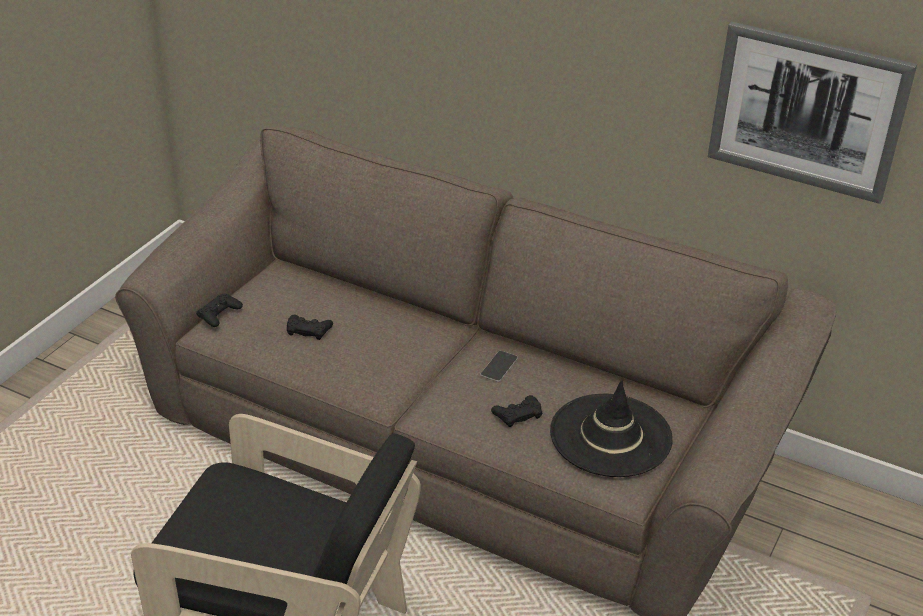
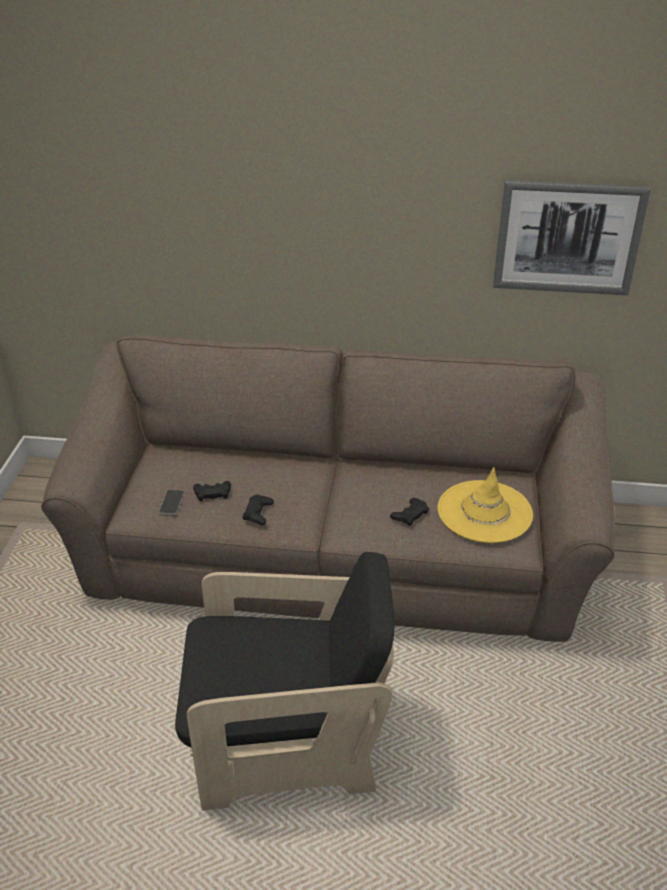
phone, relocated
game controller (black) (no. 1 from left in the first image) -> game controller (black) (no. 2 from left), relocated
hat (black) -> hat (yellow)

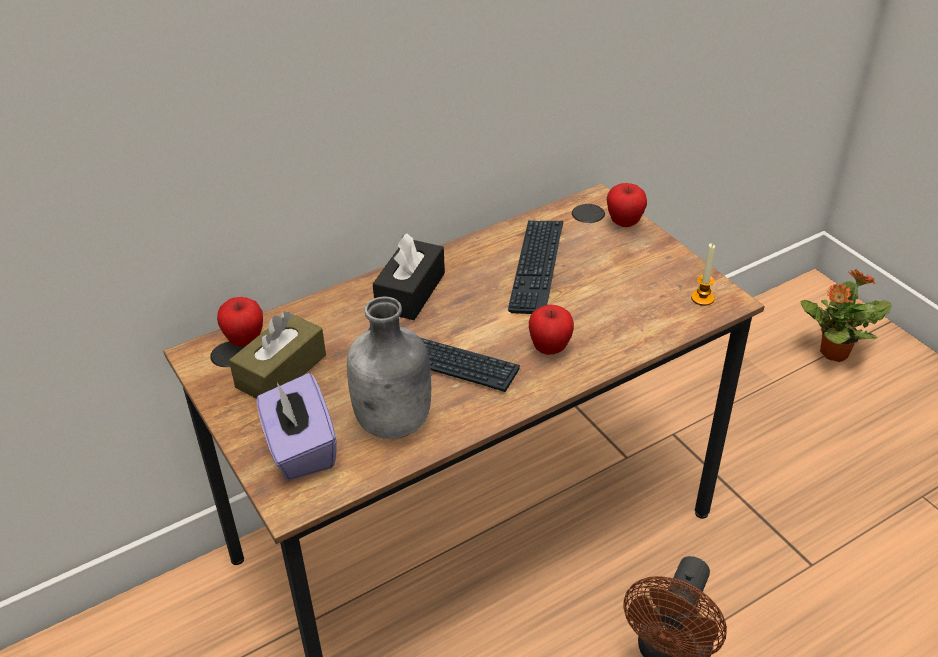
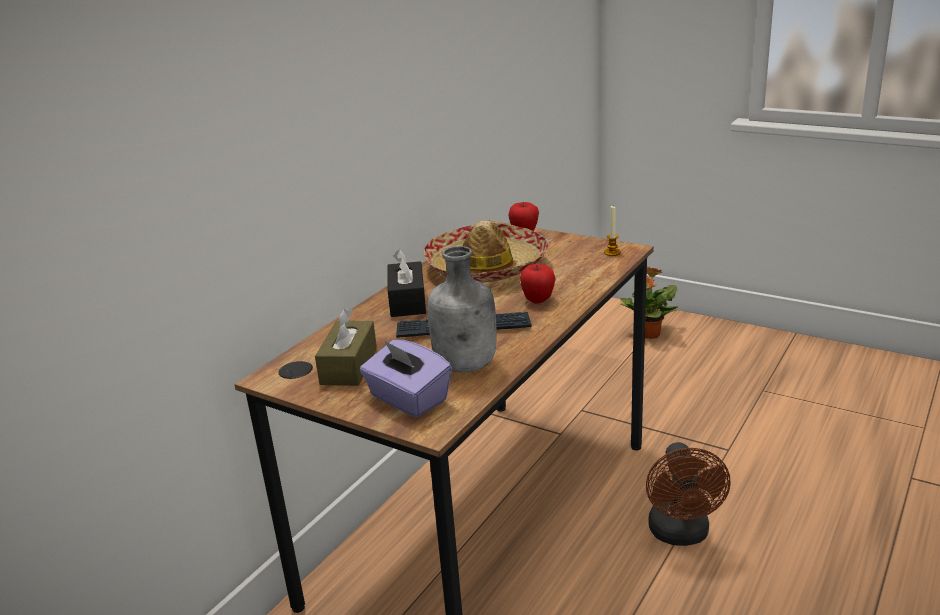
keyboard (no. 2 from left) -> hat
apple (no. 1 from left) -> none

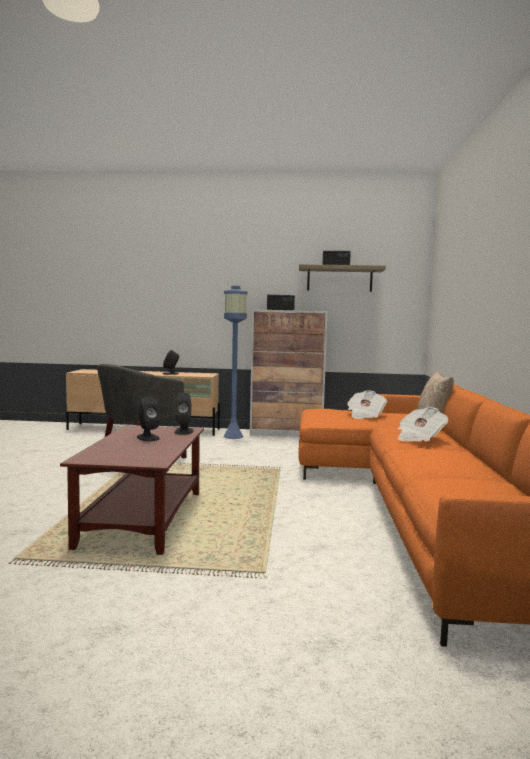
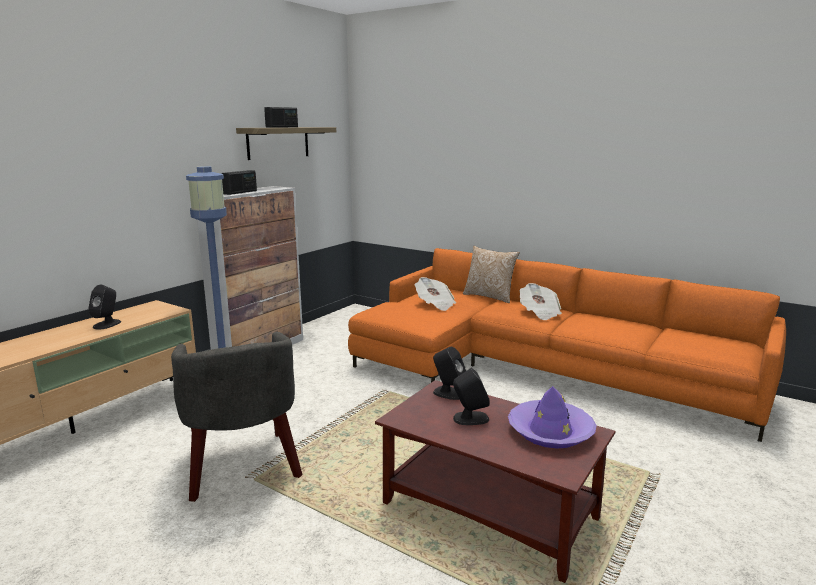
none -> hat (purple)

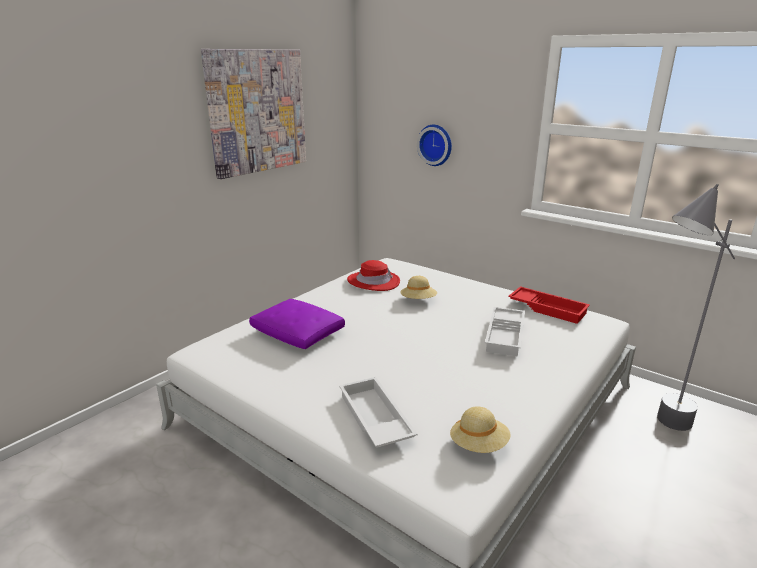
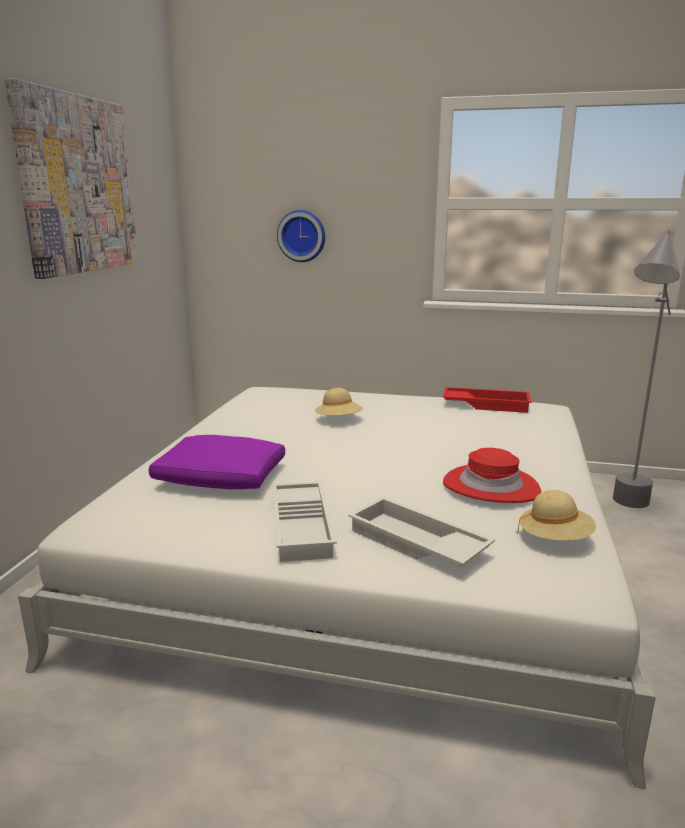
tray (white) (no. 2 from left in the first image) -> tray (white) (no. 1 from left), relocated
hat (red), relocated

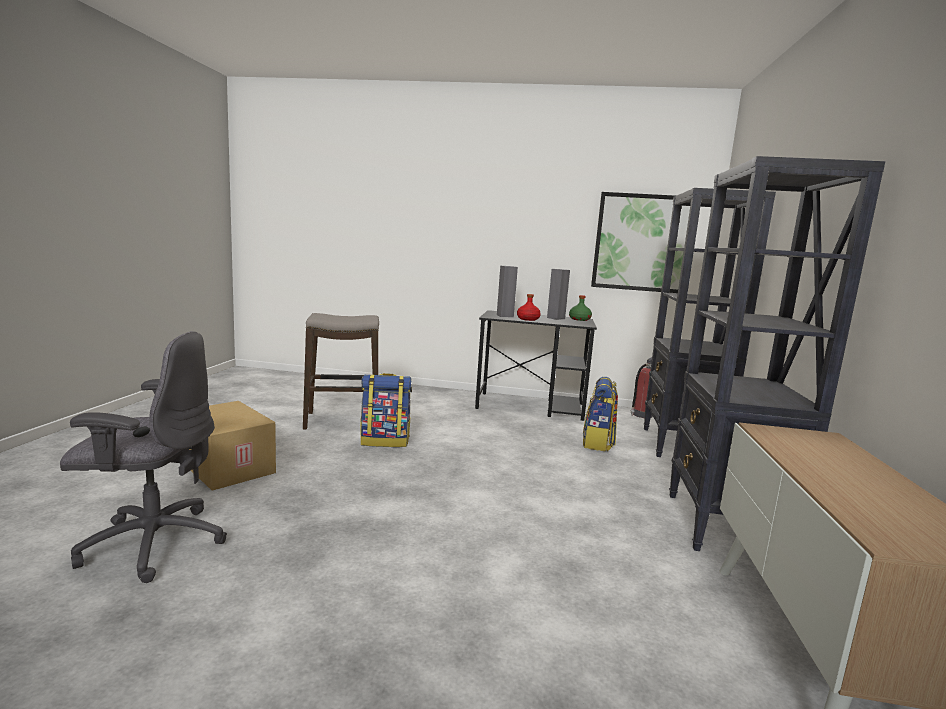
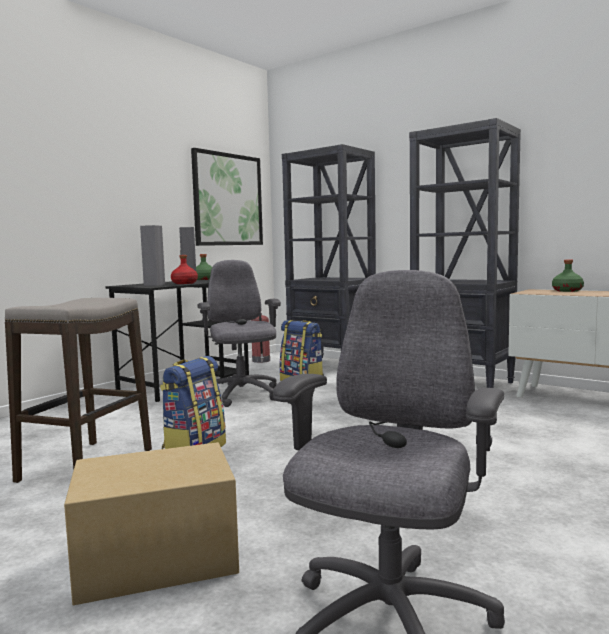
none -> office chair (grey) (no. 1 from left)
none -> bottle (green) (no. 2 from left)

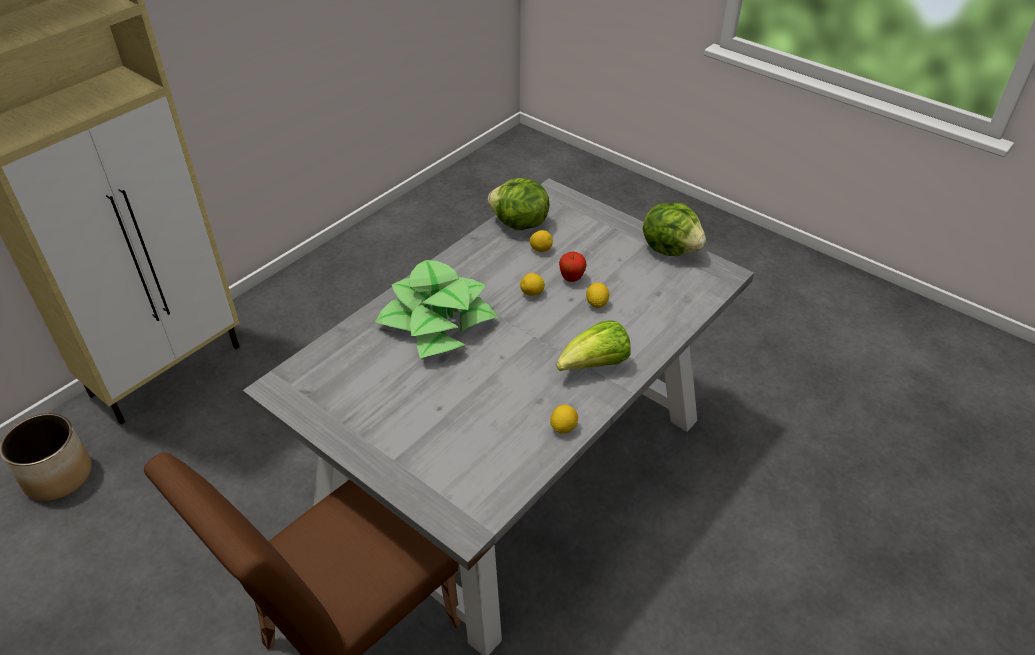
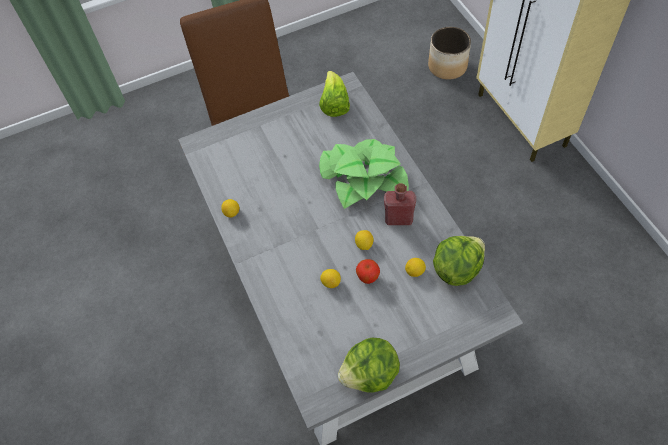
lettuce (no. 2 from left in the first image) -> lettuce (no. 1 from left), relocated
none -> bottle (red)

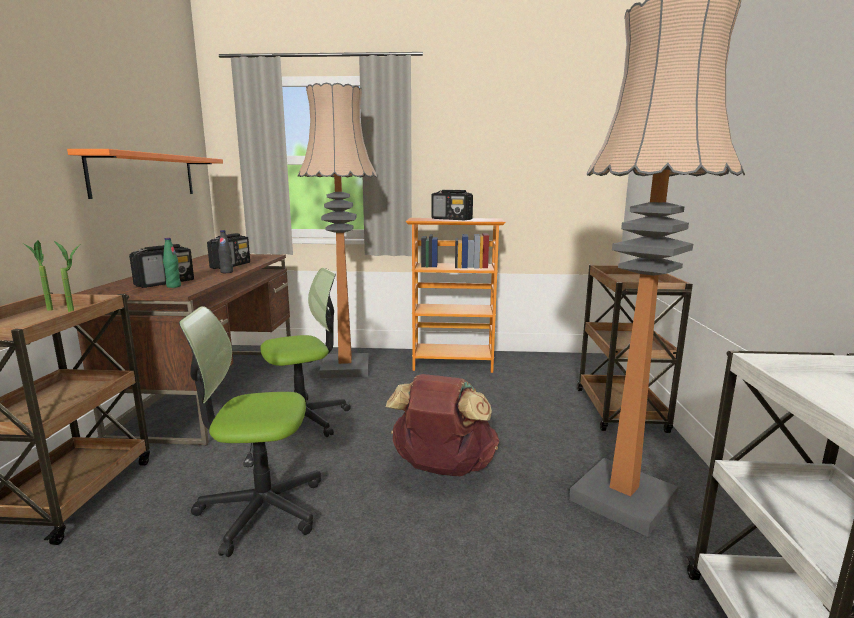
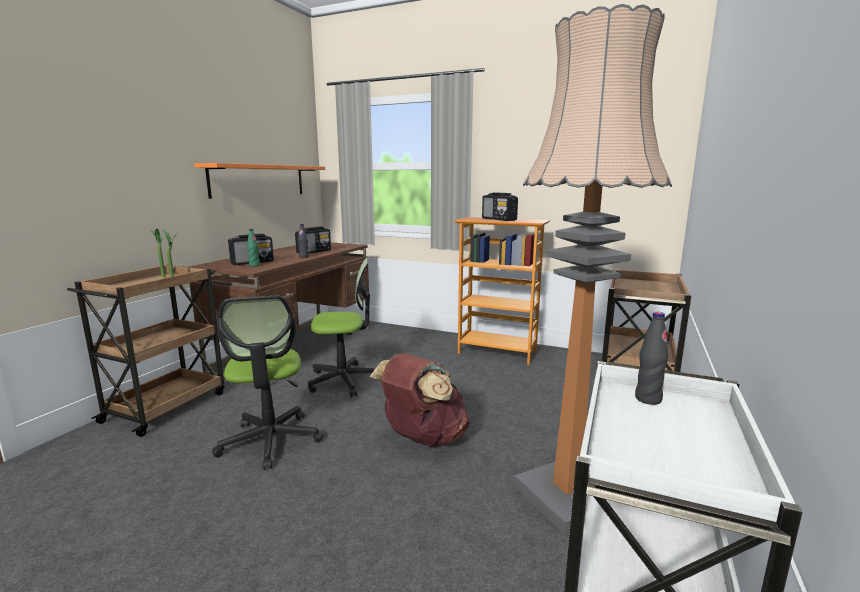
office chair (no. 1 from left), 120 degrees counterclockwise
none -> bottle (black) (no. 2 from left)
floor lamp (no. 1 from left) -> none

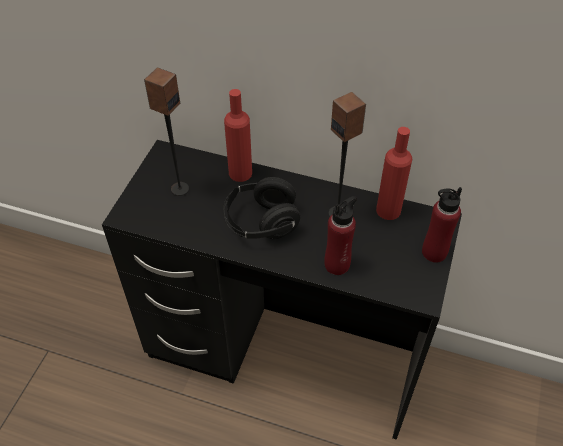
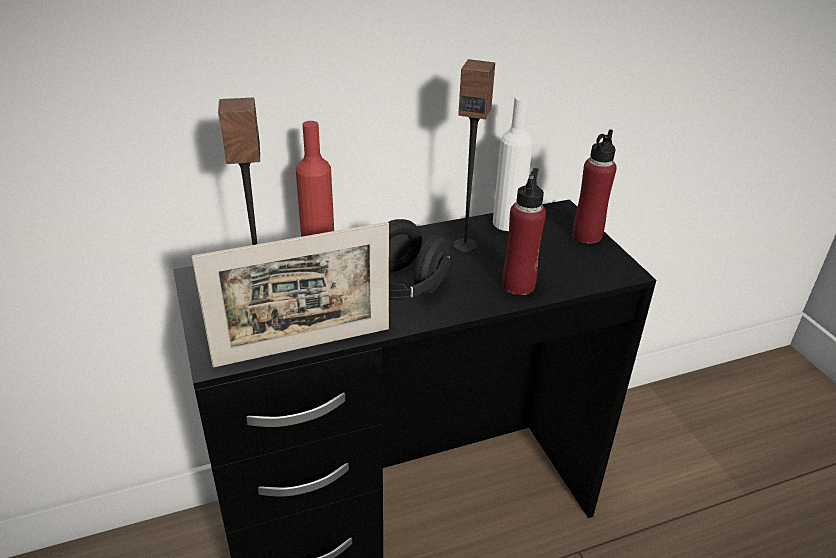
none -> picture frame
bottle (red) (no. 3 from left) -> bottle (white)

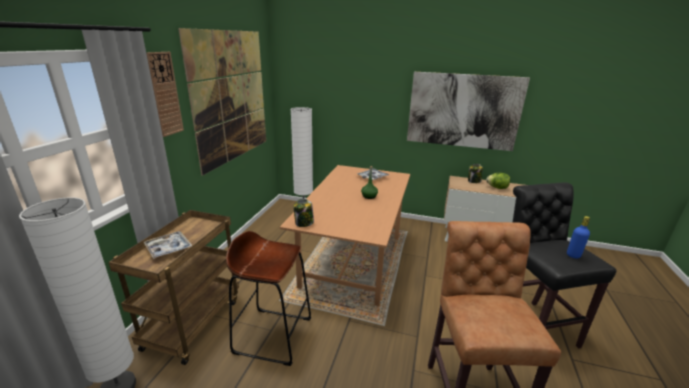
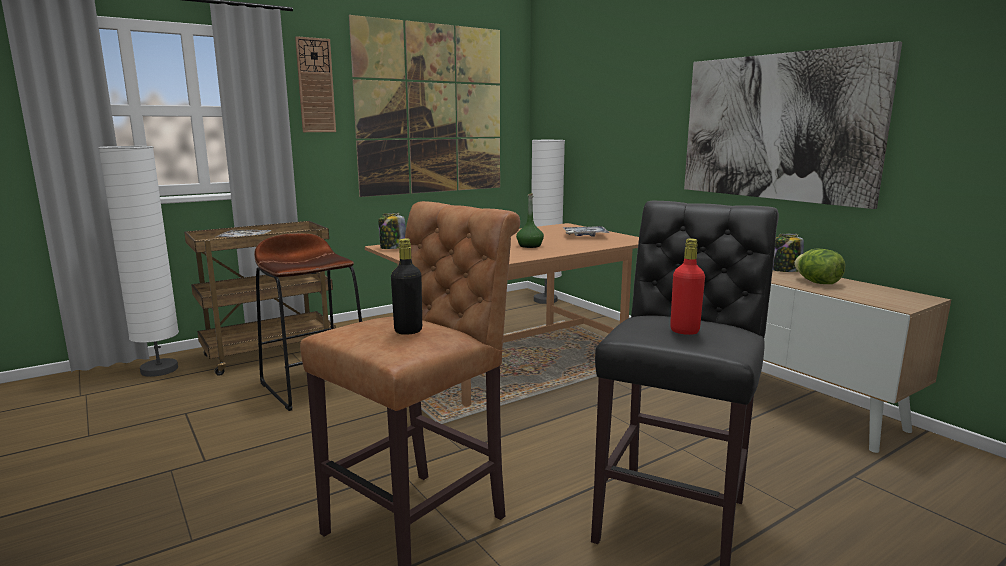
none -> bottle (black)
bottle (blue) -> bottle (red)

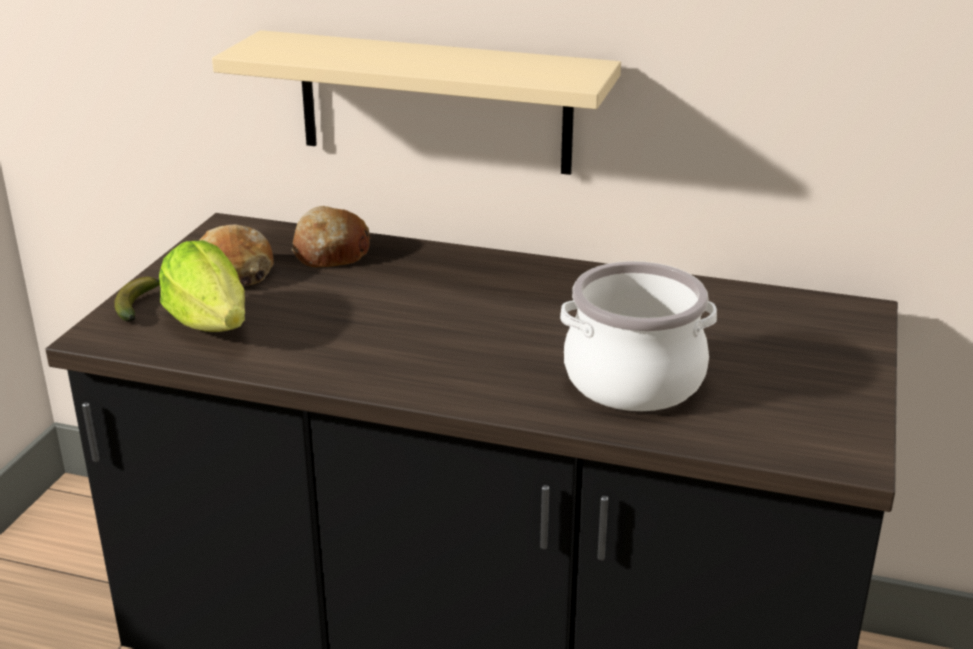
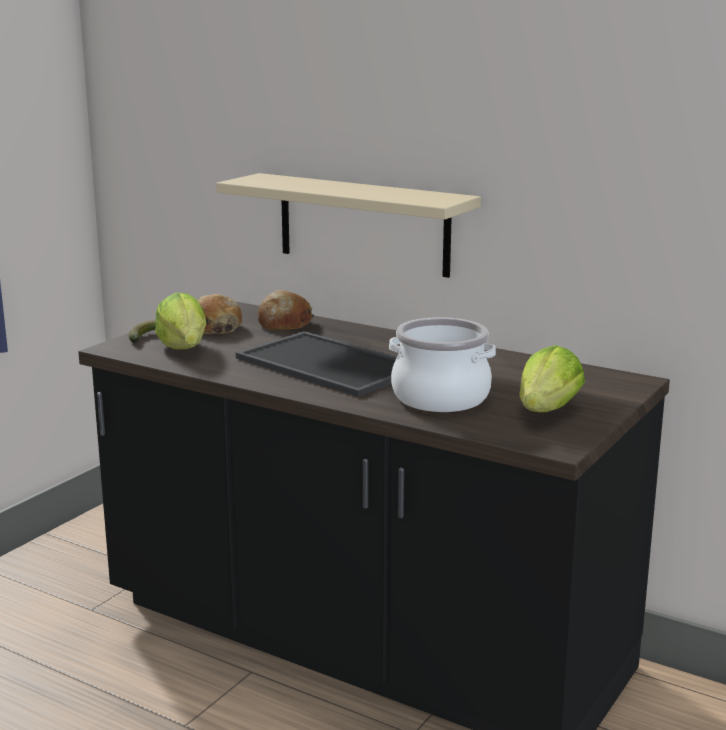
none -> tray
none -> lettuce (no. 2 from left)

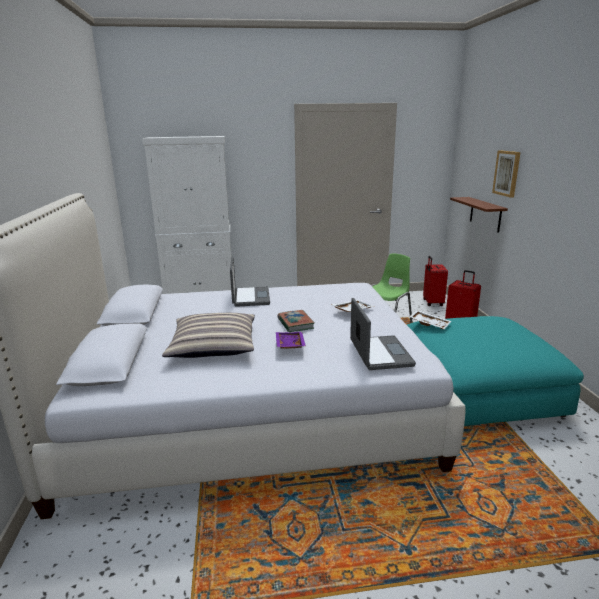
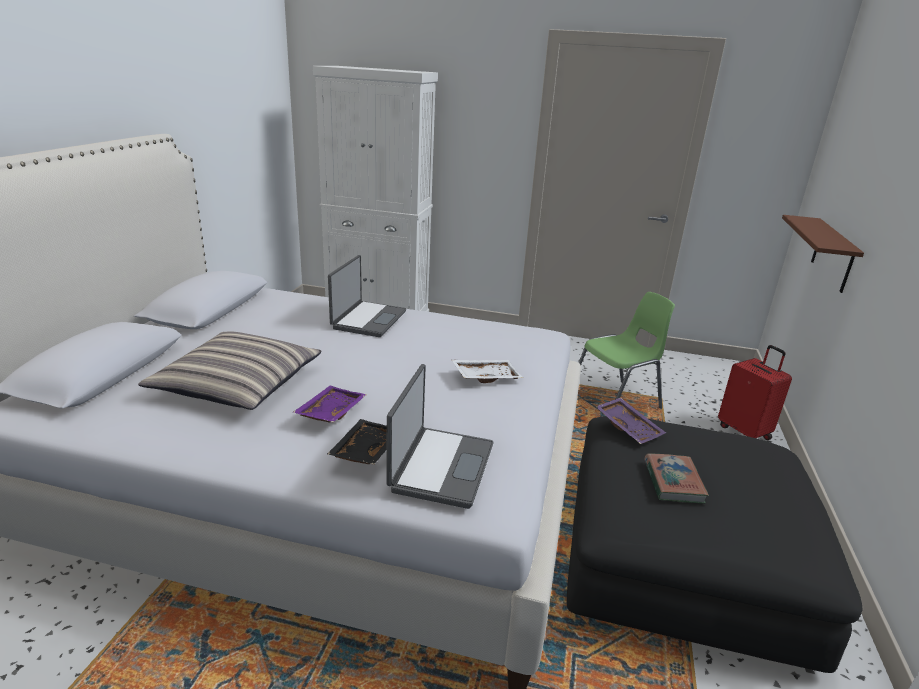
none -> tray (black)
ottoman (turquoise) -> ottoman (black)
tray (white) (no. 2 from left) -> tray (purple) (no. 2 from left)
book, relocated
suitcase (red) (no. 1 from left) -> none
picture -> none

